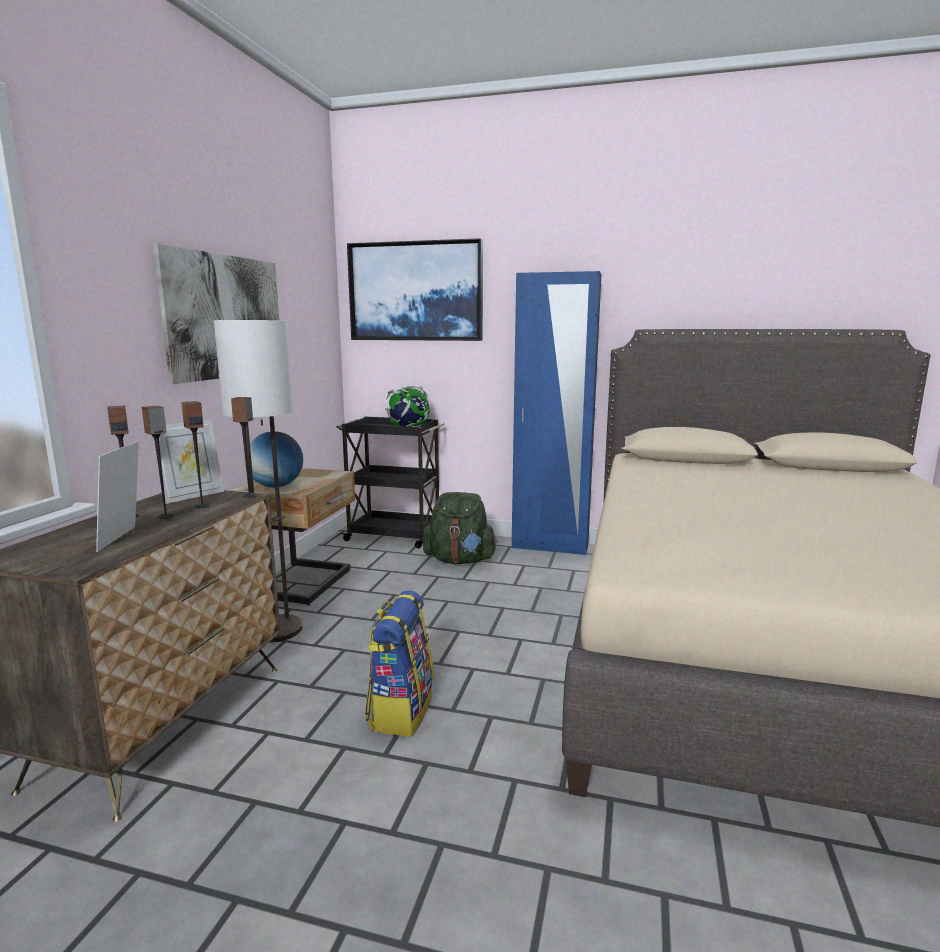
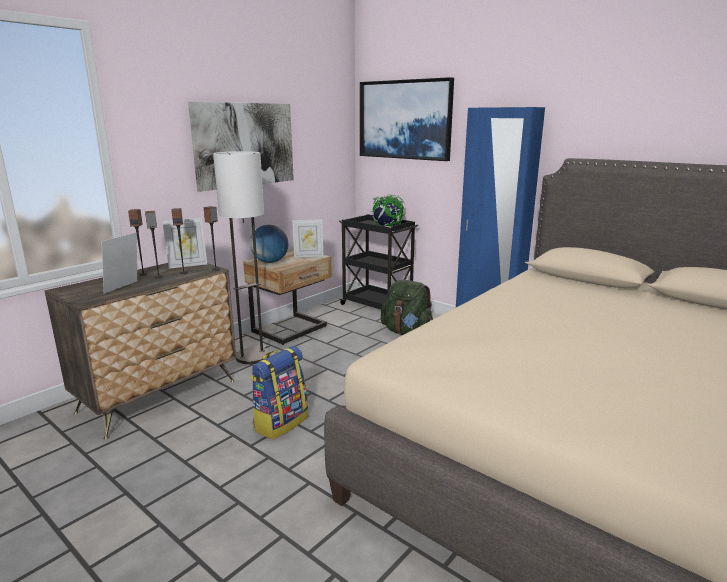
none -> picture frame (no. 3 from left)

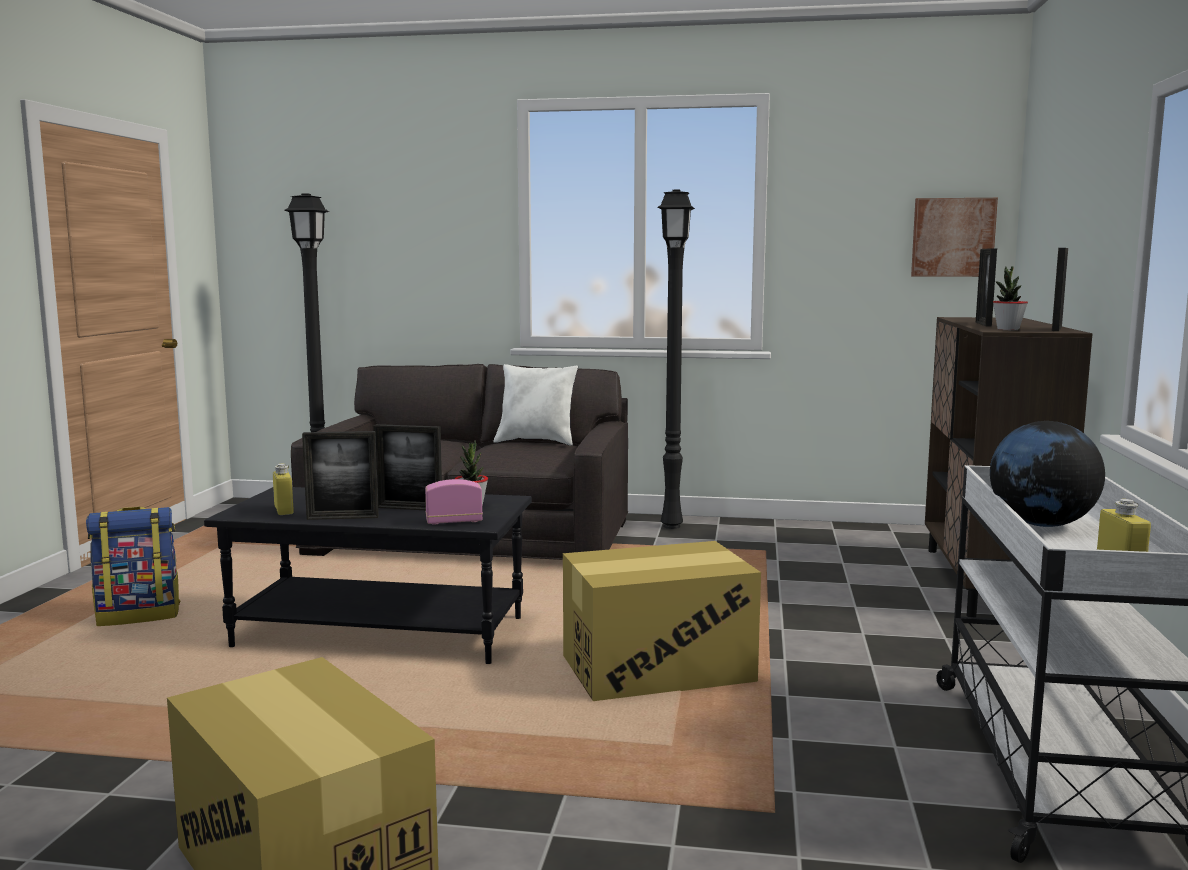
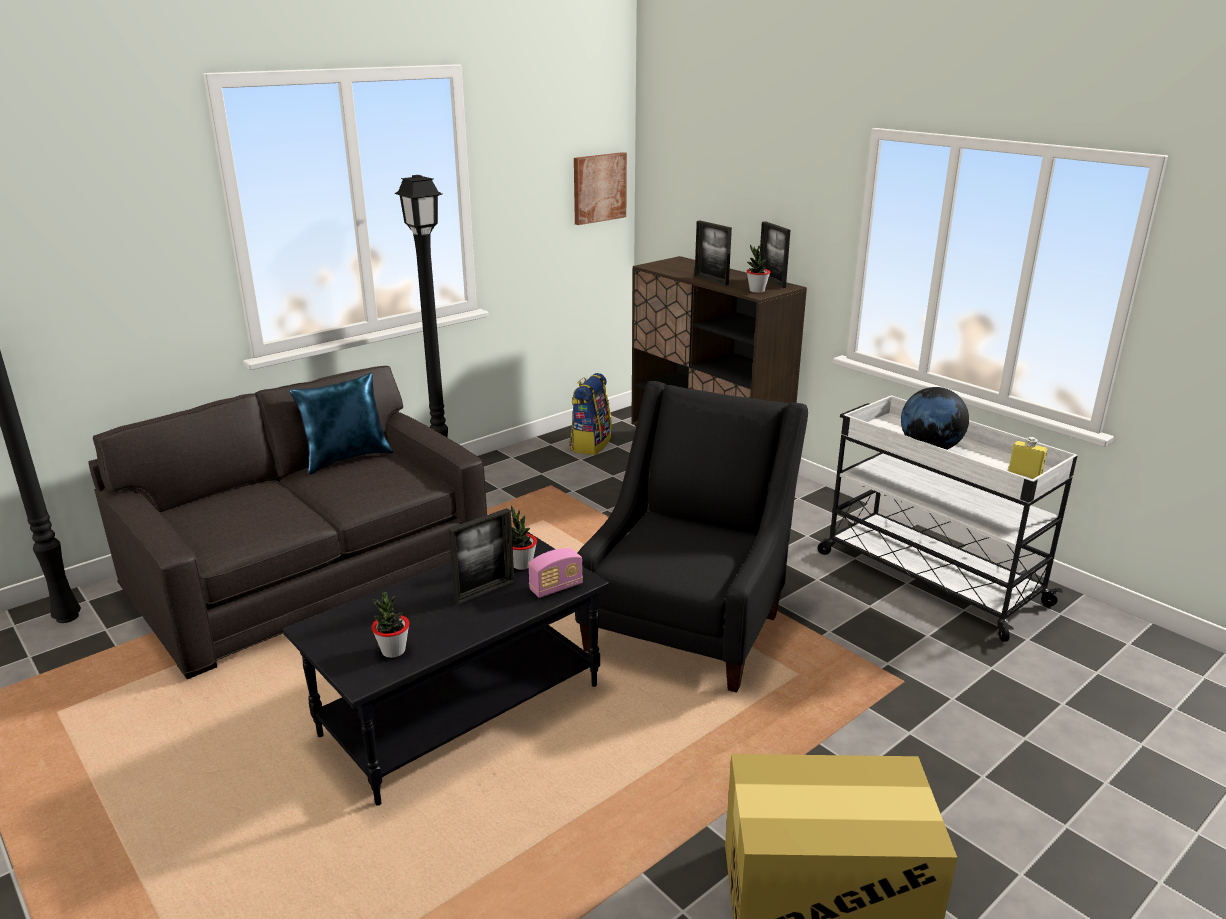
pillow (white) -> pillow (blue)
bottle (yellow) (no. 1 from left) -> potted plant (no. 1 from left)
radio, 150 degrees counterclockwise
backpack, relocated
cardboard box (no. 2 from left) -> armchair (black)
picture frame (no. 1 from left) -> none

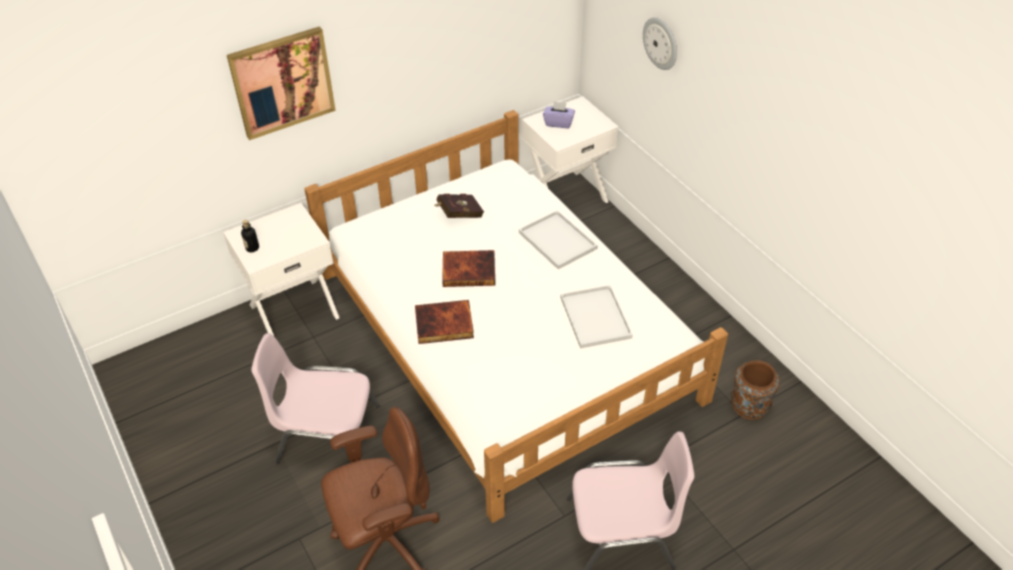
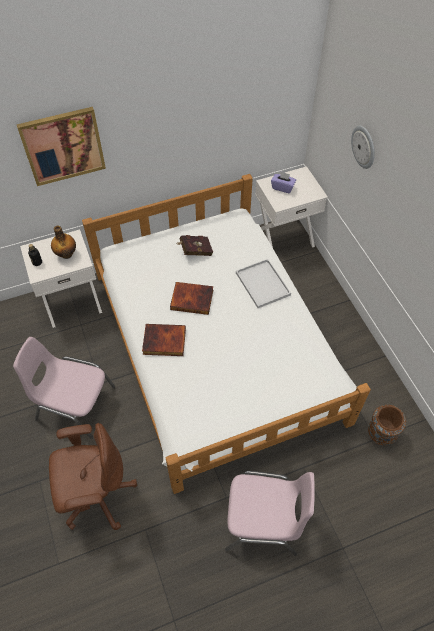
none -> bottle (no. 2 from left)
tray (white) (no. 2 from left) -> none

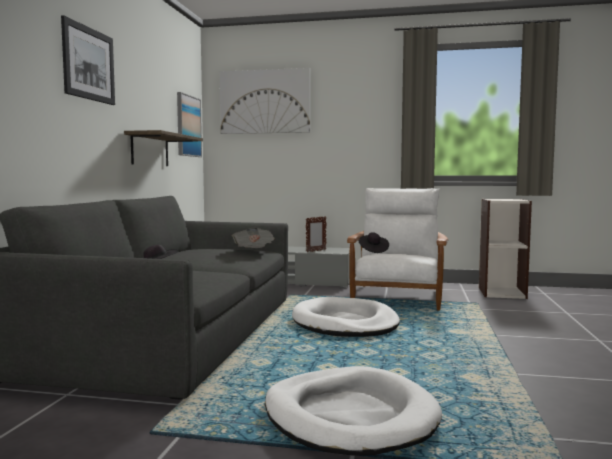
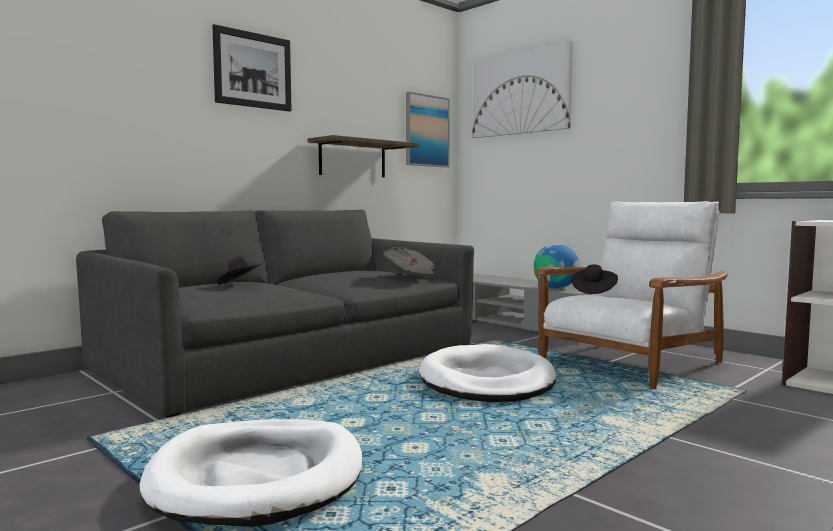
picture frame -> globe

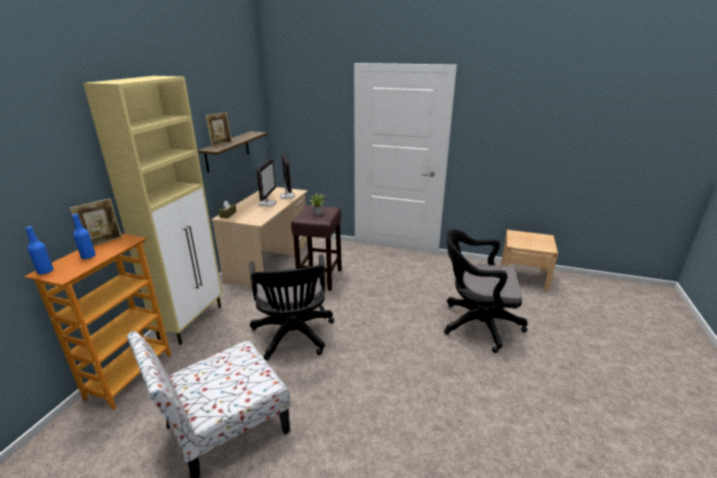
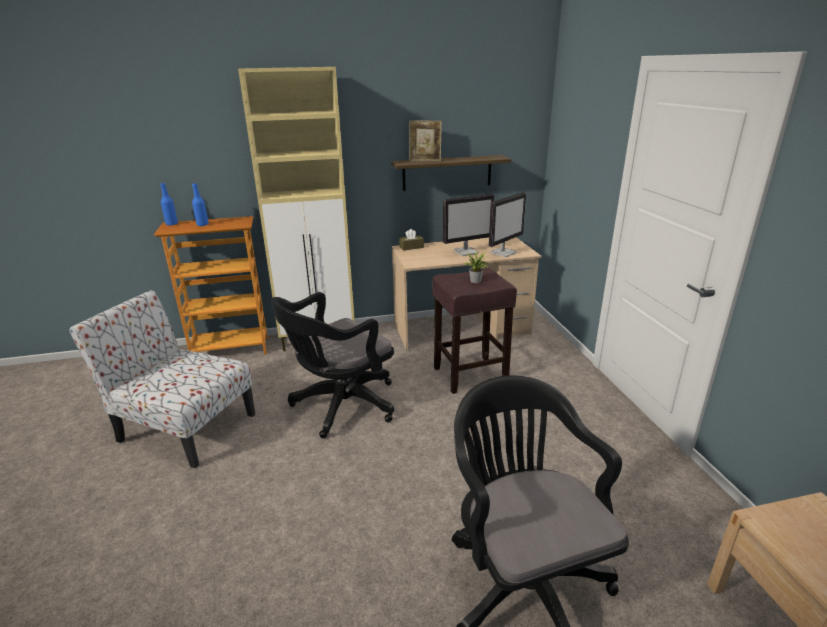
picture frame (no. 1 from left) -> none

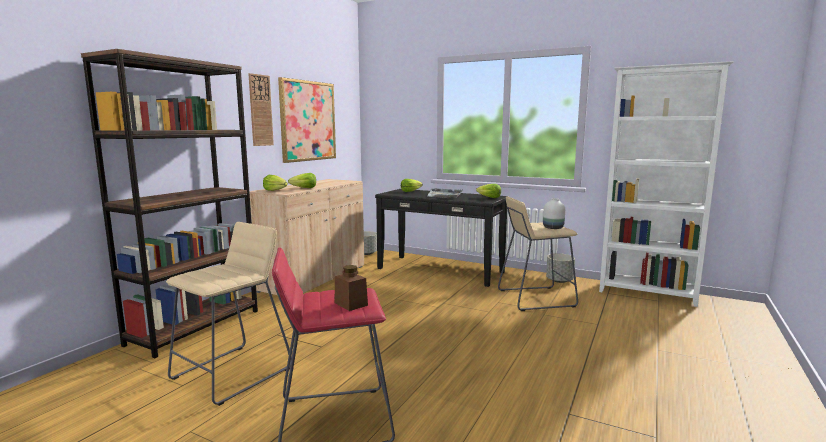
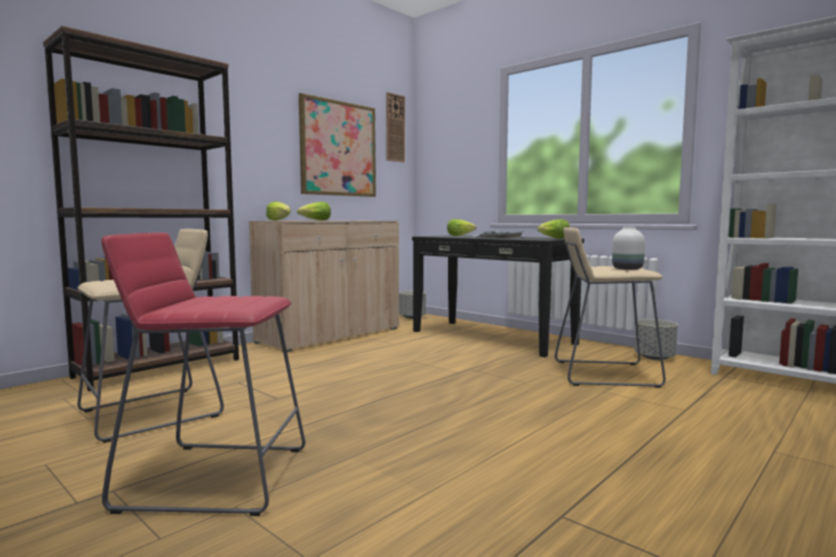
wall clock, relocated
jar (brown) -> none

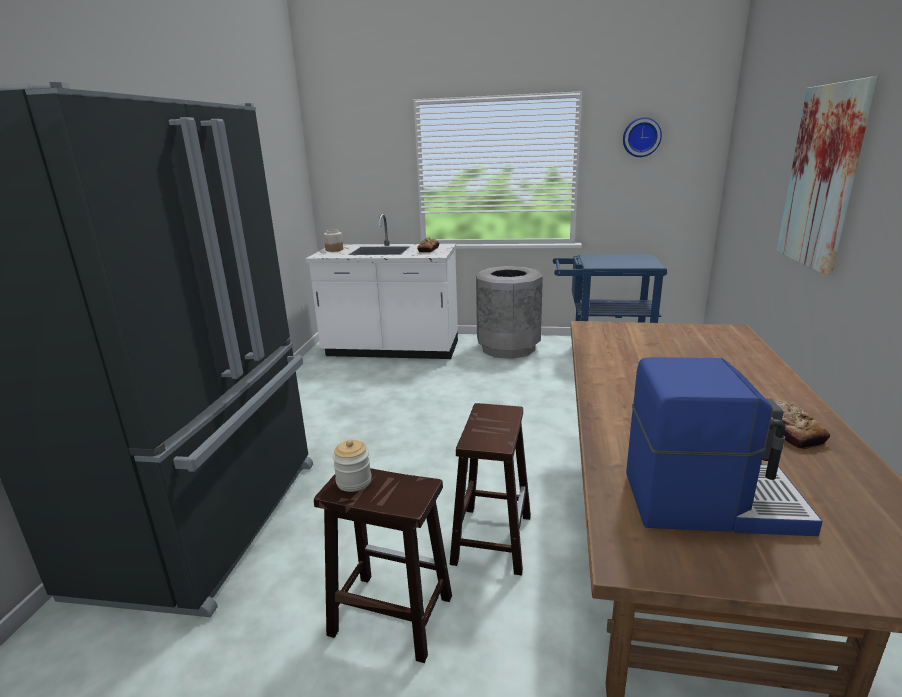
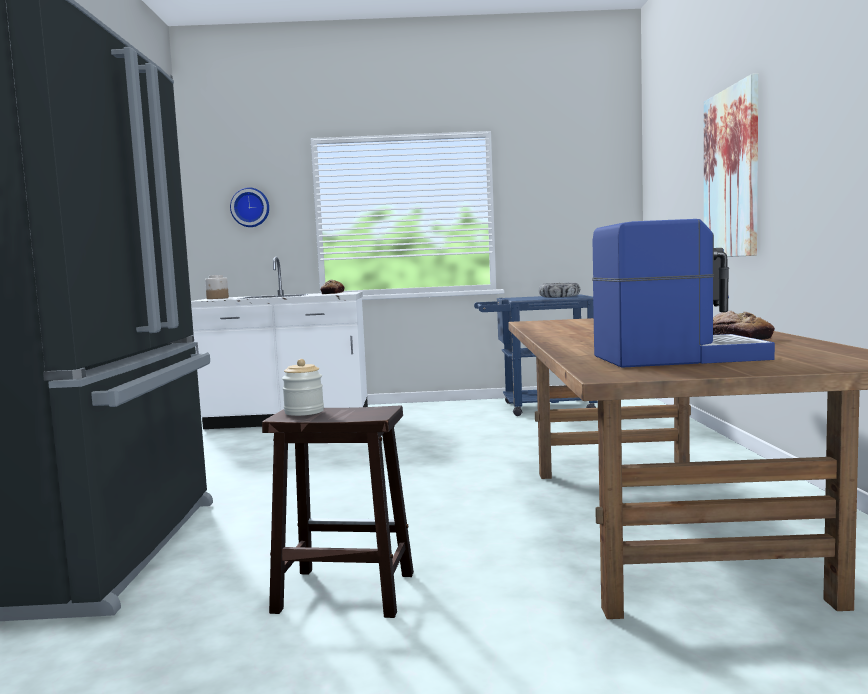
wall clock, relocated
none -> bowl
stool (brown) (no. 2 from left) -> none
trash can (grey) -> none

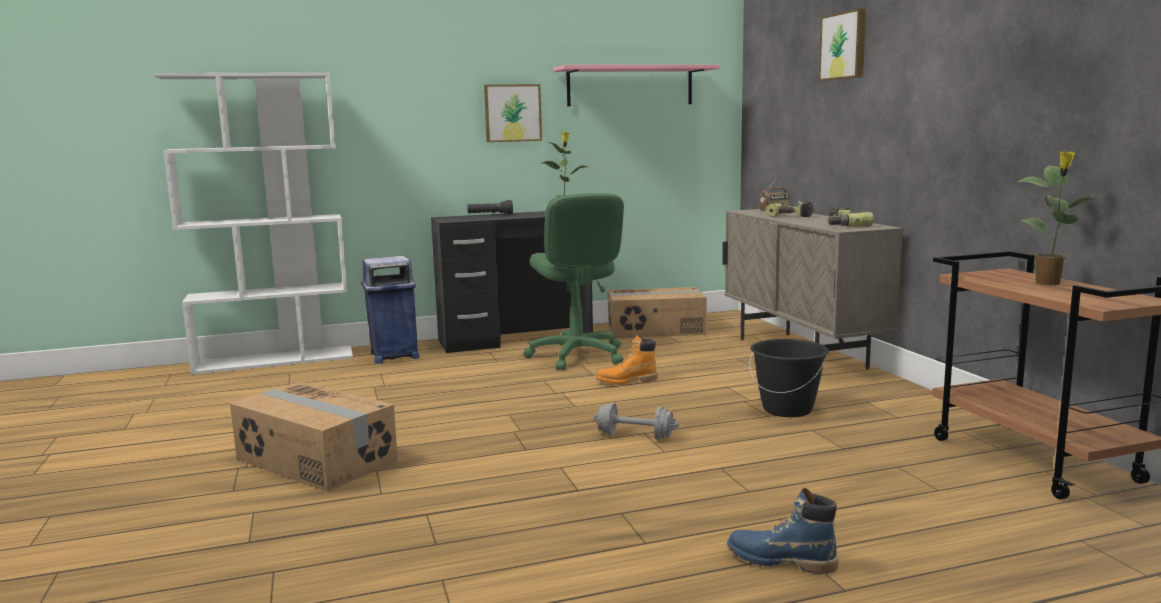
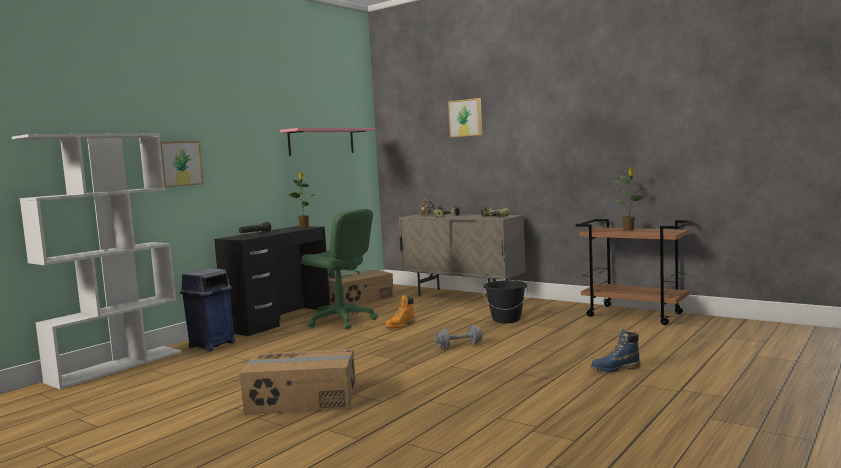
picture (no. 1 from left), relocated

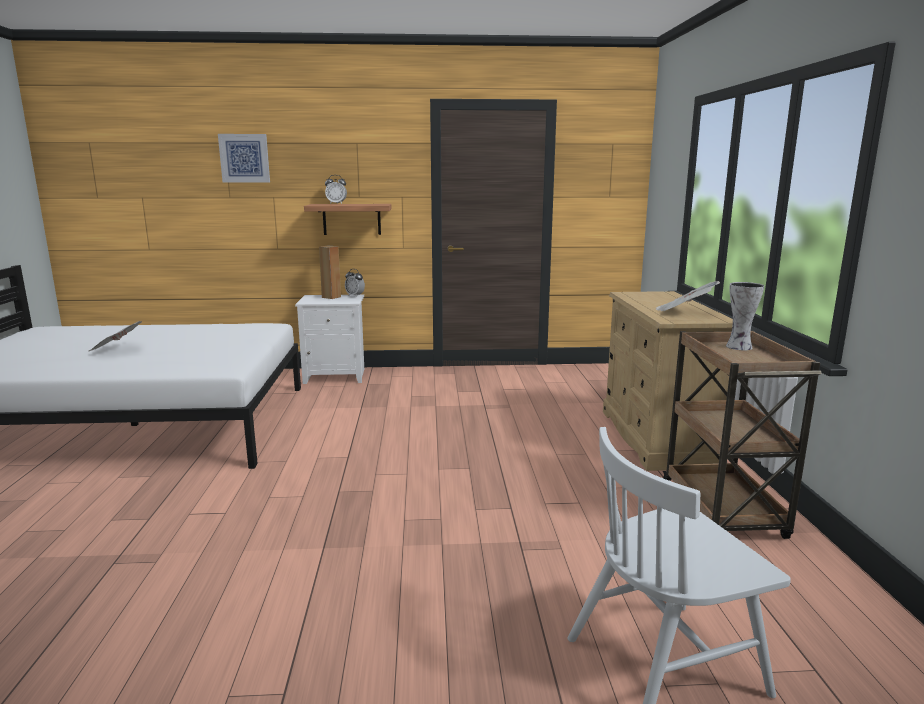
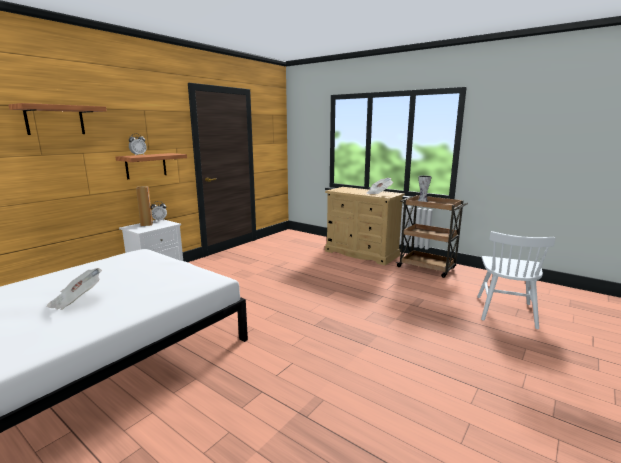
picture -> shelf (no. 1 from left)

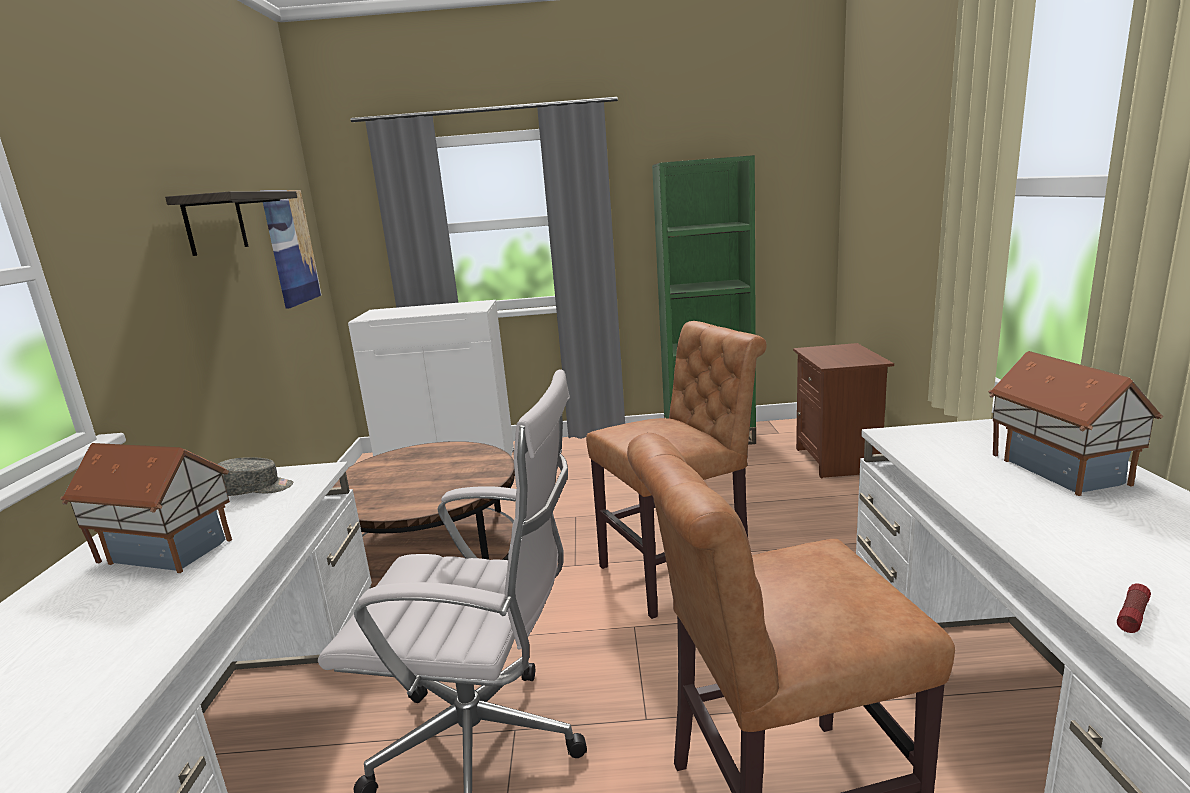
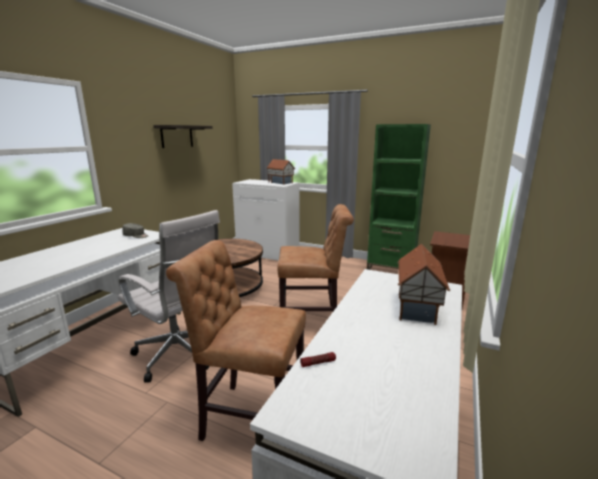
toy house (no. 1 from left), relocated
picture -> none

